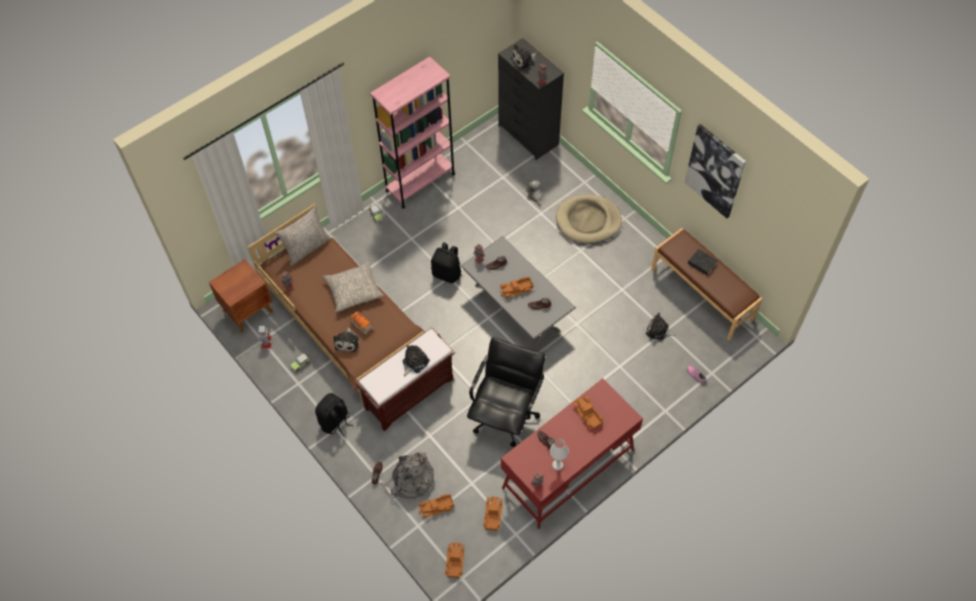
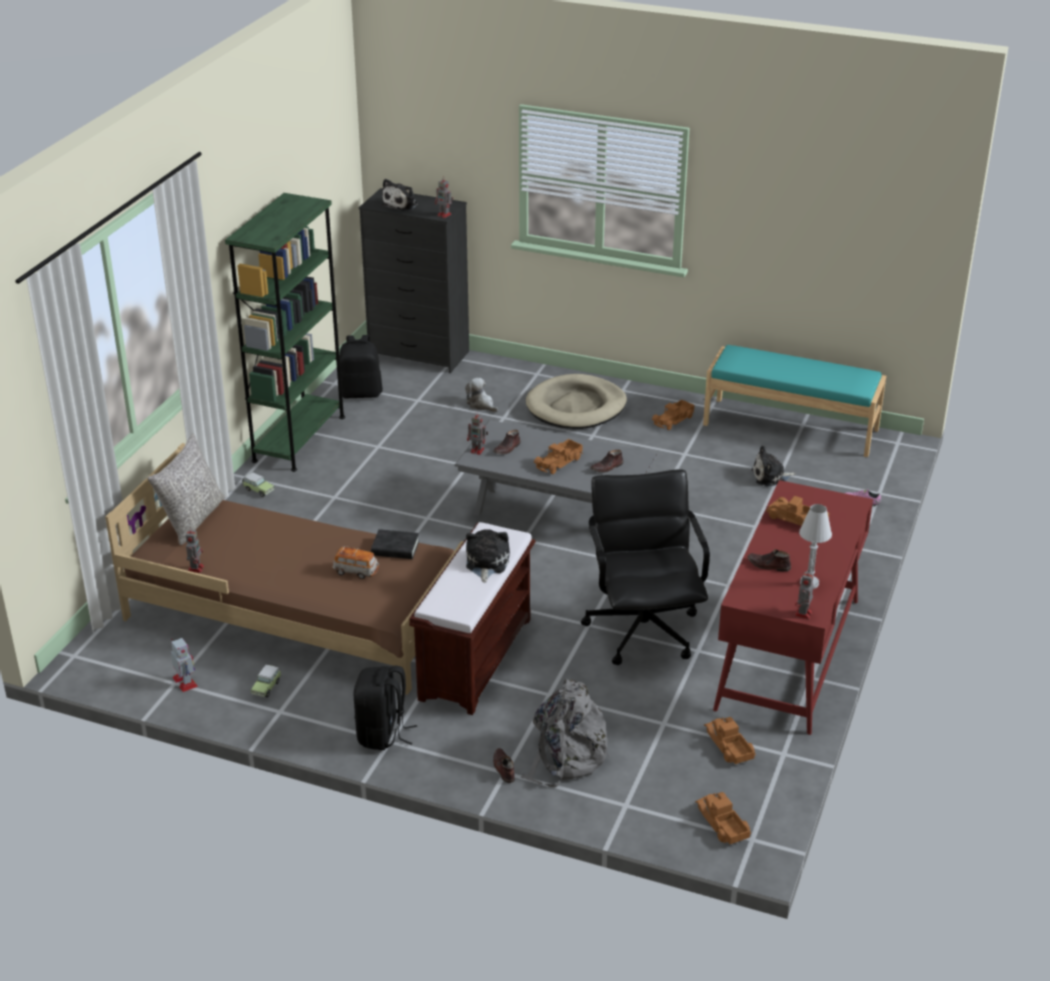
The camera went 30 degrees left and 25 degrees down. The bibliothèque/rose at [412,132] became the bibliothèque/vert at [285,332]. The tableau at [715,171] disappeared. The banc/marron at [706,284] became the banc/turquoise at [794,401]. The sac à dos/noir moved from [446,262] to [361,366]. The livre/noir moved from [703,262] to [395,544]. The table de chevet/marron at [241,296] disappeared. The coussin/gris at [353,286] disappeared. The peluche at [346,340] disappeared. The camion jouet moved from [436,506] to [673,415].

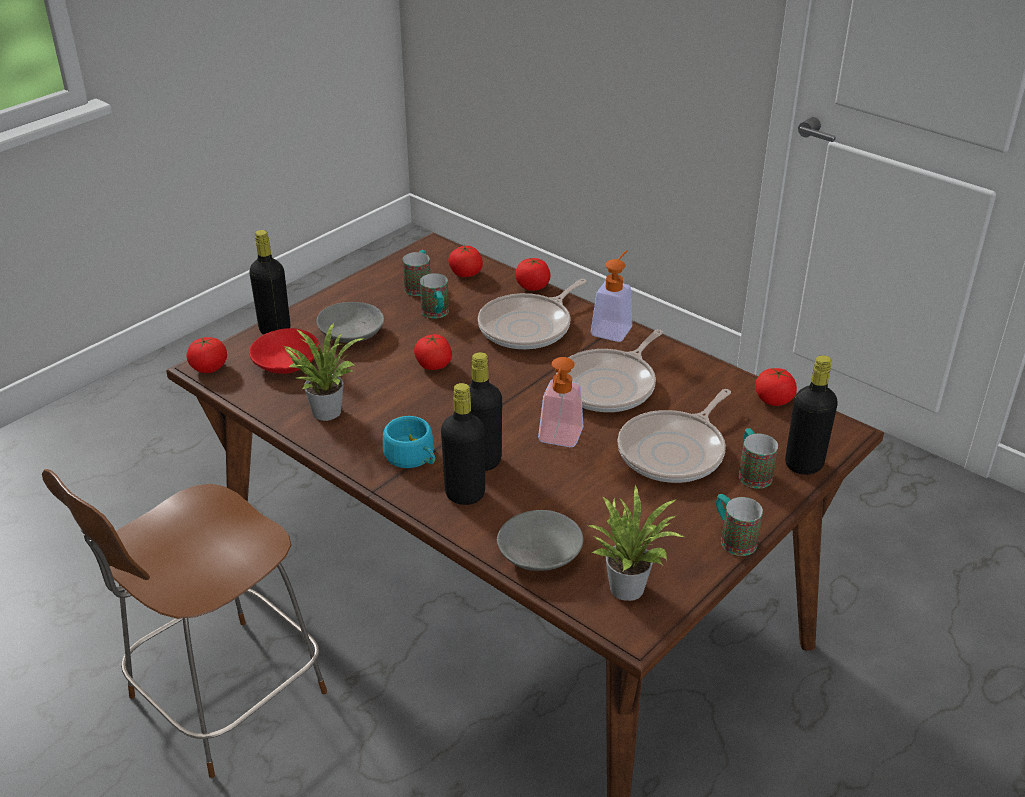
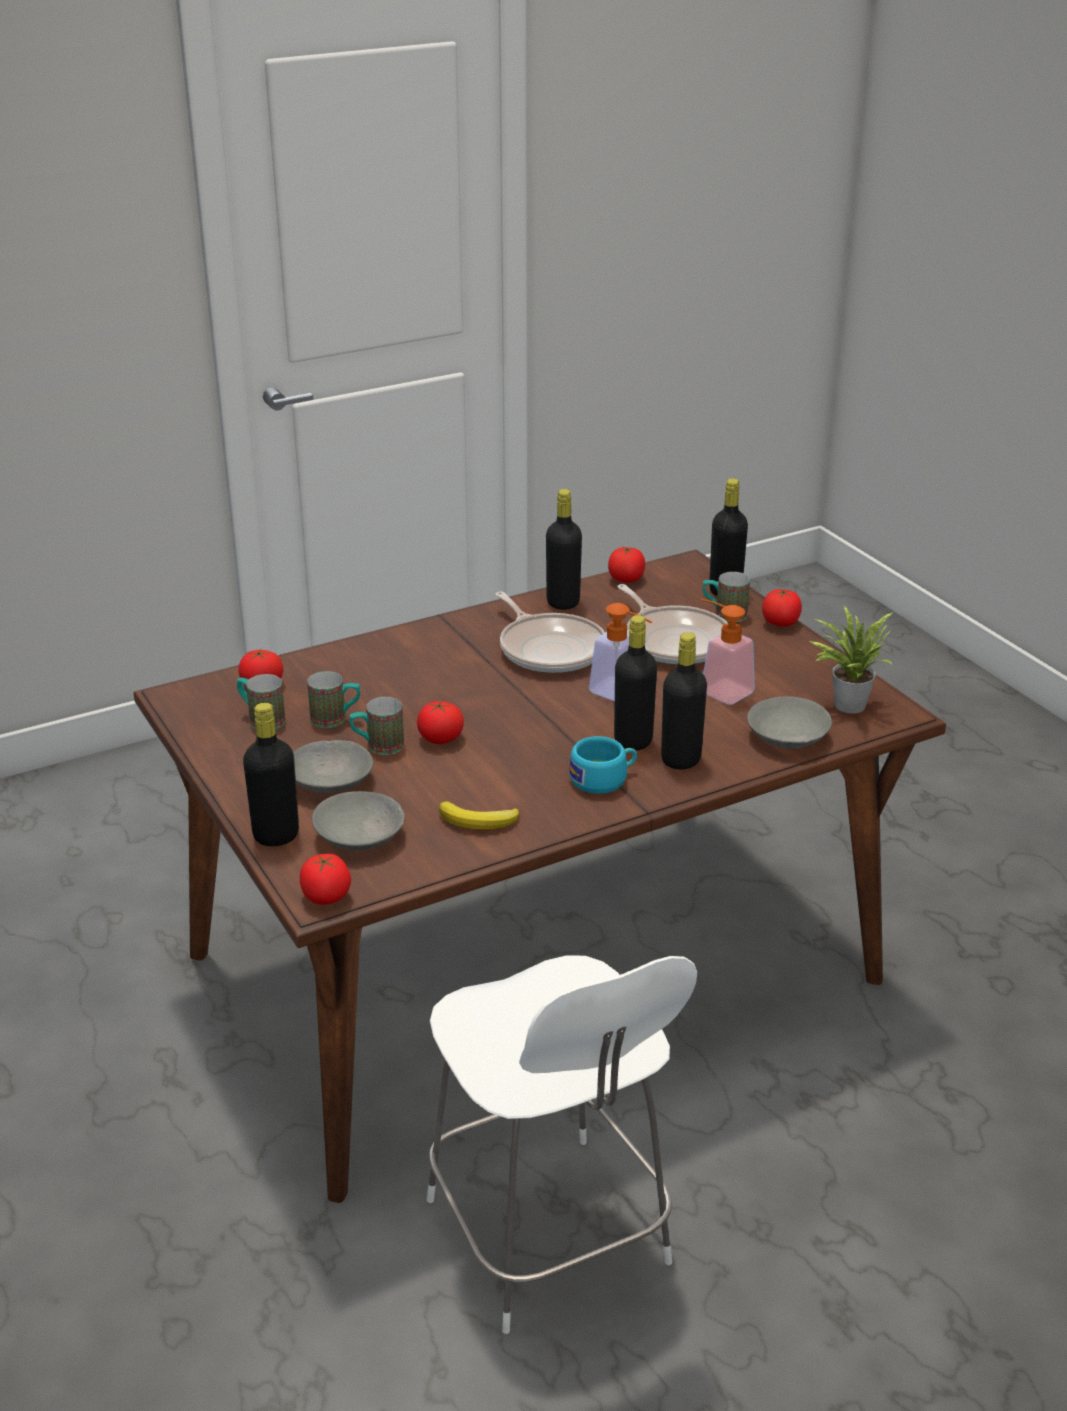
The camera went 70 degrees left and 5 degrees down. The distributeur de savon moved from [611,296] to [728,652]. The tomate moved from [532,274] to [782,607]. The poêle at [532,314] disappeared. The plante en pot at [323,371] was replaced by the banane at [479,815]. The bol/rouge at [284,351] became the bol/gris at [358,820]. The chaise/marron at [184,623] became the chaise/blanc at [562,1144]. The mug moved from [739,525] to [377,726]. The bouteille/noir at [564,549] appeared.

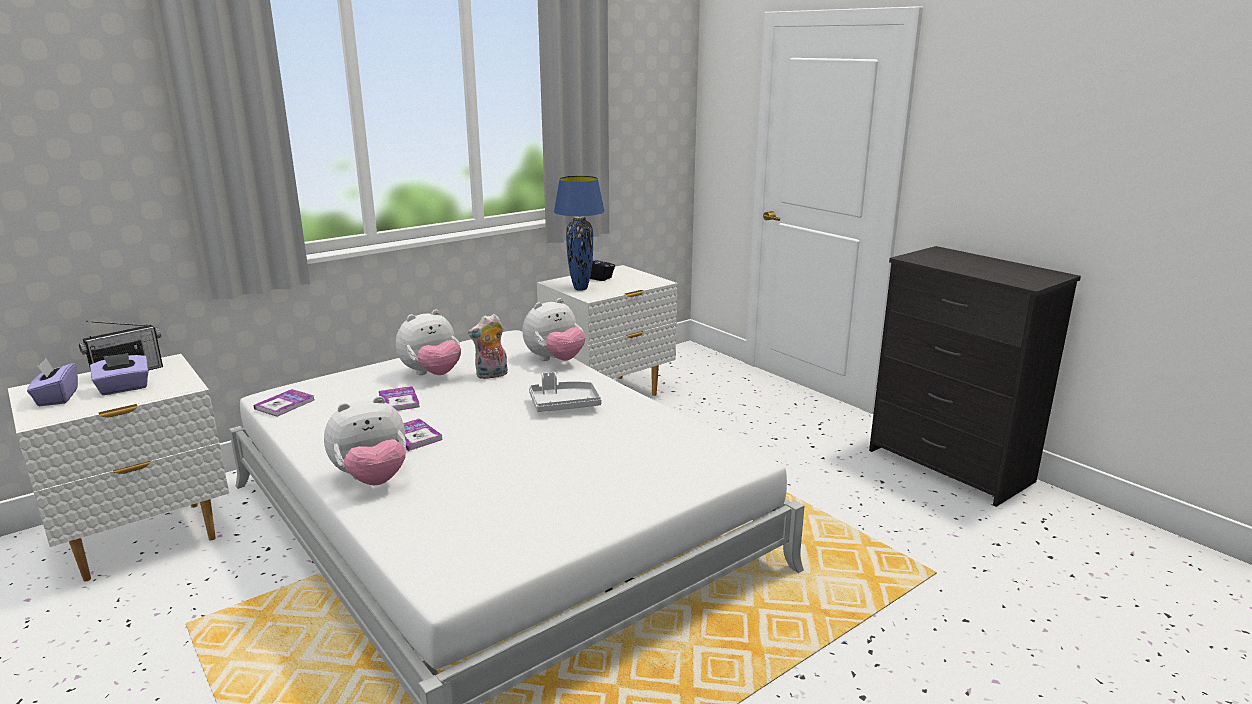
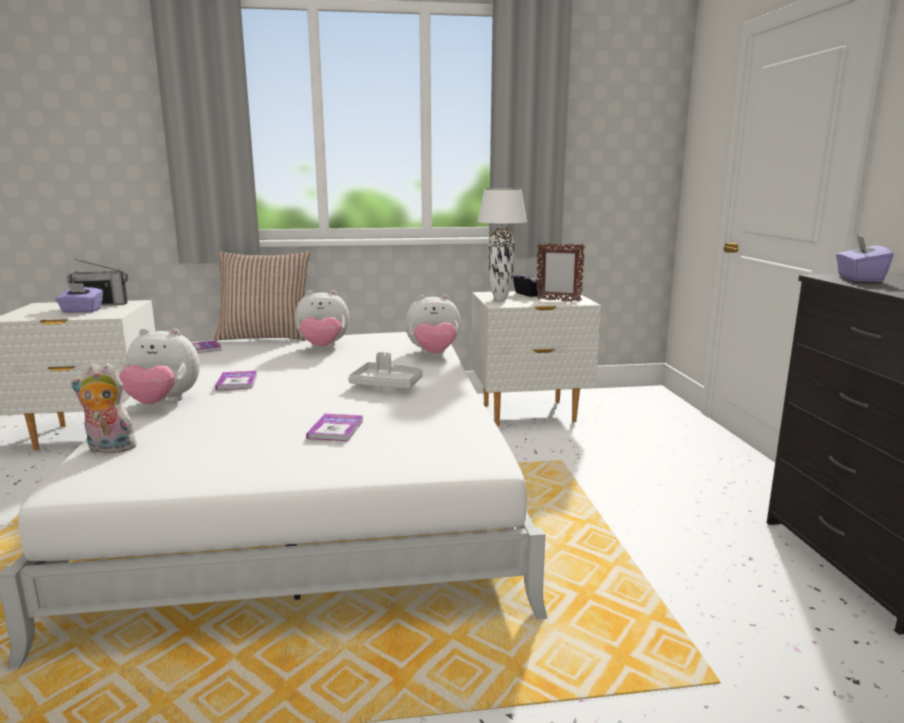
The camera went 30 degrees right and 5 degrees down. The lampe de table/bleu at [579,233] became the lampe de table/blanc at [502,244]. The peluche moved from [488,346] to [105,408]. The boîte à mouchoirs/violet moved from [52,382] to [864,258]. The livre moved from [399,398] to [334,427]. The cadre photo at [561,272] appeared. The coussin at [262,296] appeared.

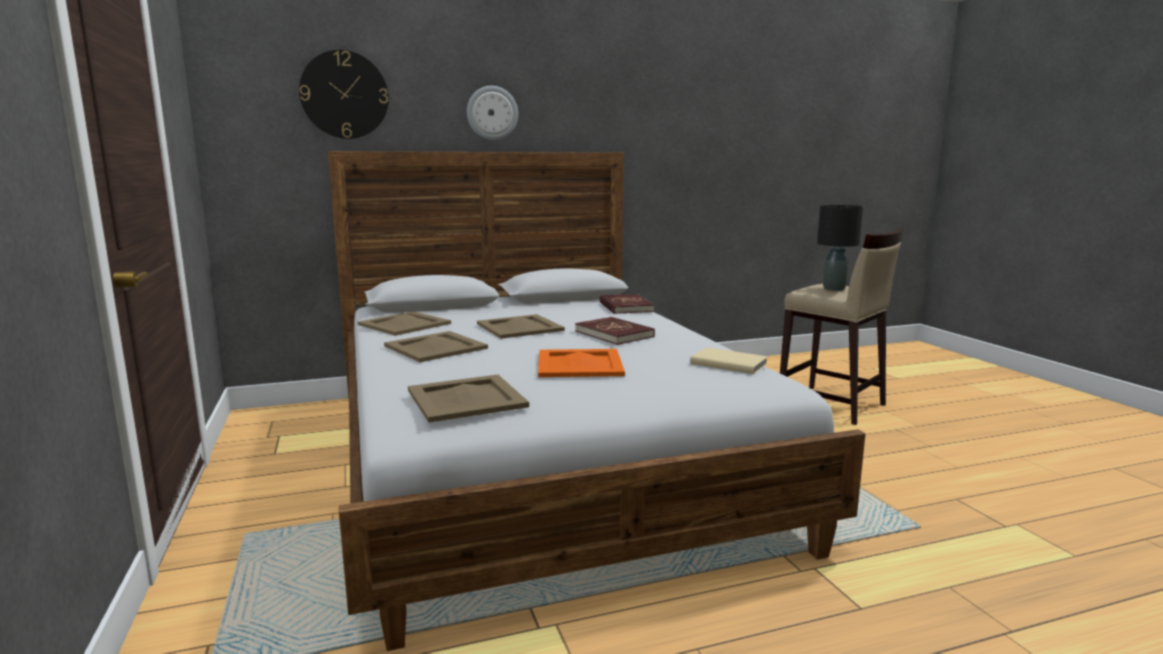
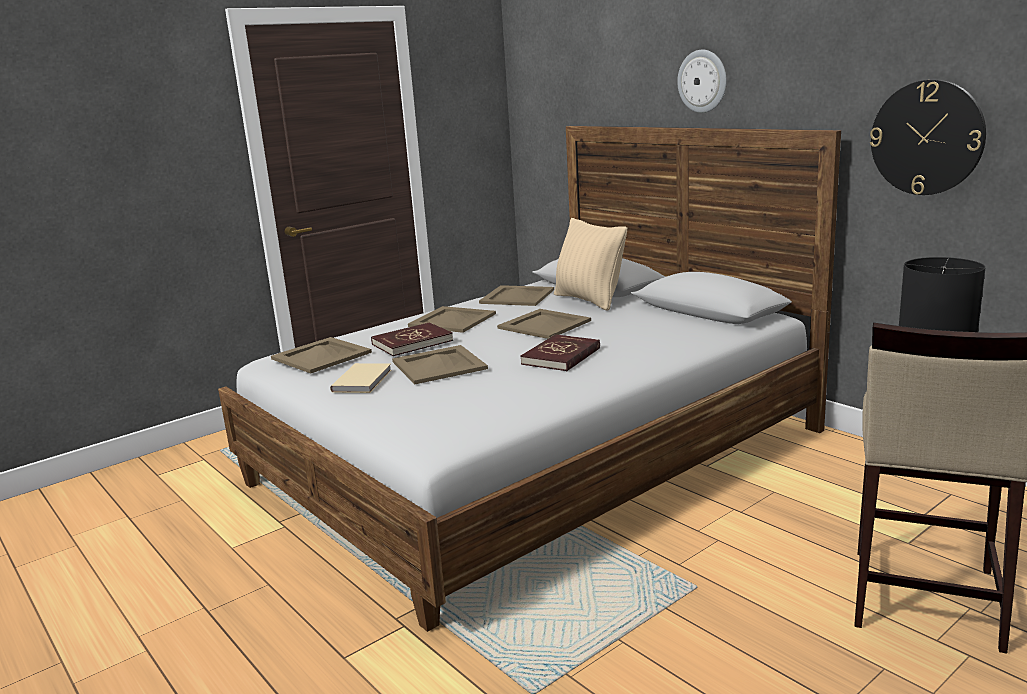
The camera went 70 degrees right and 5 degrees up. The horloge murale moved from [344,94] to [928,137]. The livre/rouge moved from [626,304] to [412,339]. The livre/beige moved from [729,360] to [361,378]. The plateau/orange at [581,363] became the plateau/beige at [440,364]. The coussin/beige at [590,264] appeared.

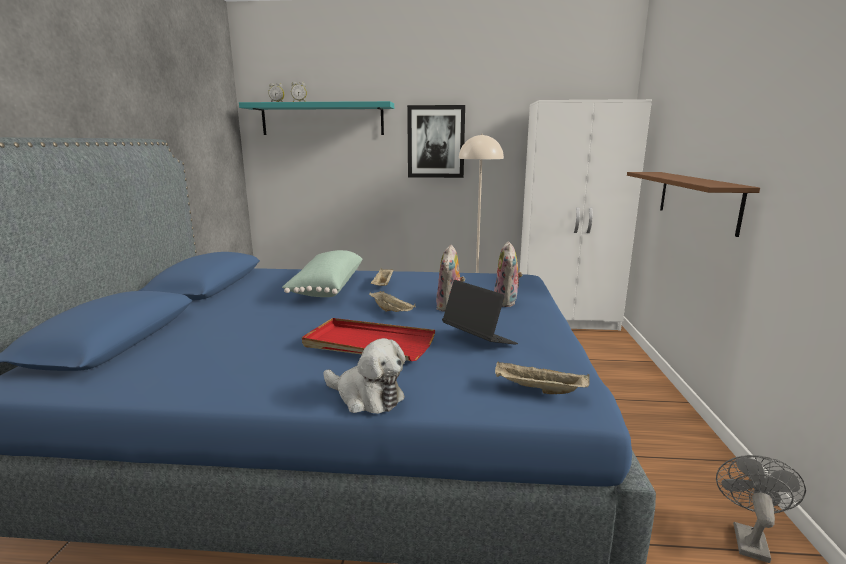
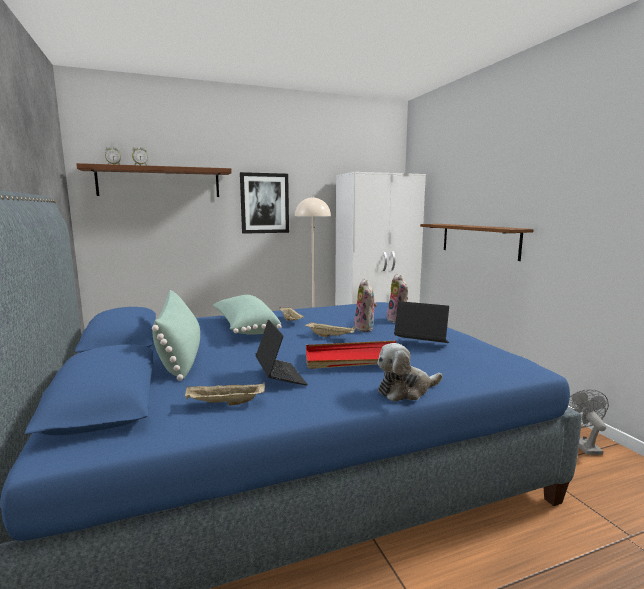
The camera went 25 degrees left and 5 degrees down. The étagère/turquoise at [316,118] became the étagère/marron at [154,180]. The peluche at [364,376] turned 150 degrees clockwise. The plateau/beige moved from [542,378] to [225,394]. The coussin/vert at [176,335] appeared. The ordinateur portable at [282,353] appeared.

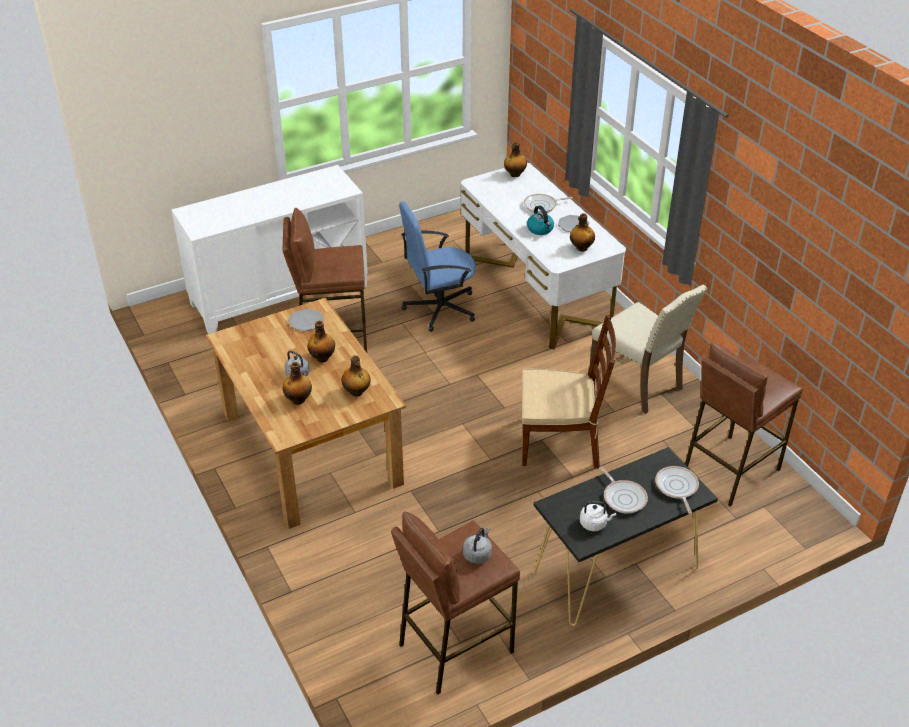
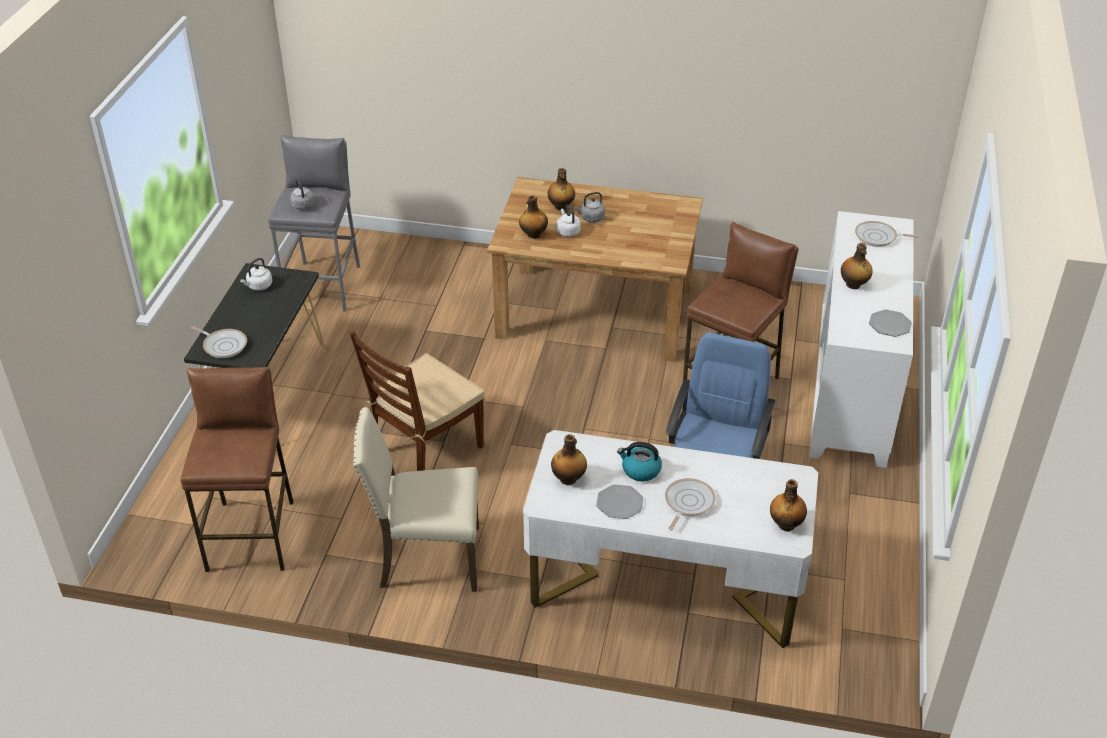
The camera went 130 degrees right and 0 degrees up. The assiette moved from [306,320] to [890,323]. The bouteille moved from [321,341] to [857,266]. The poêle moved from [624,490] to [887,234]. The tabouret/marron at [455,603] became the tabouret/gris at [314,223]. The bouilloire/blanc at [568,221] appeared.

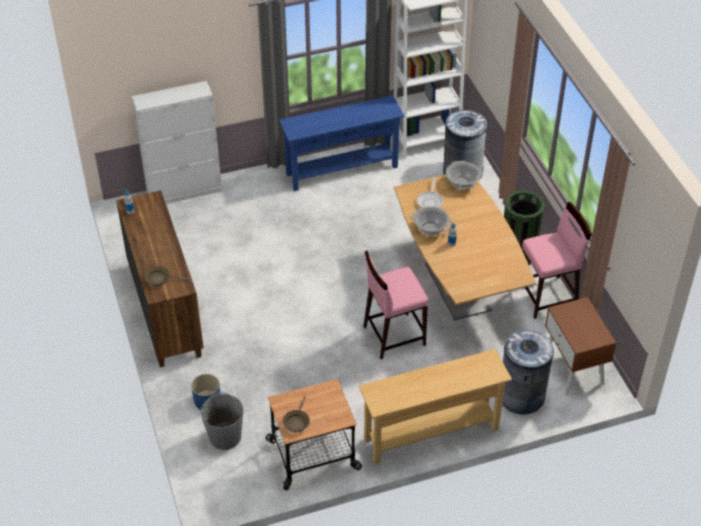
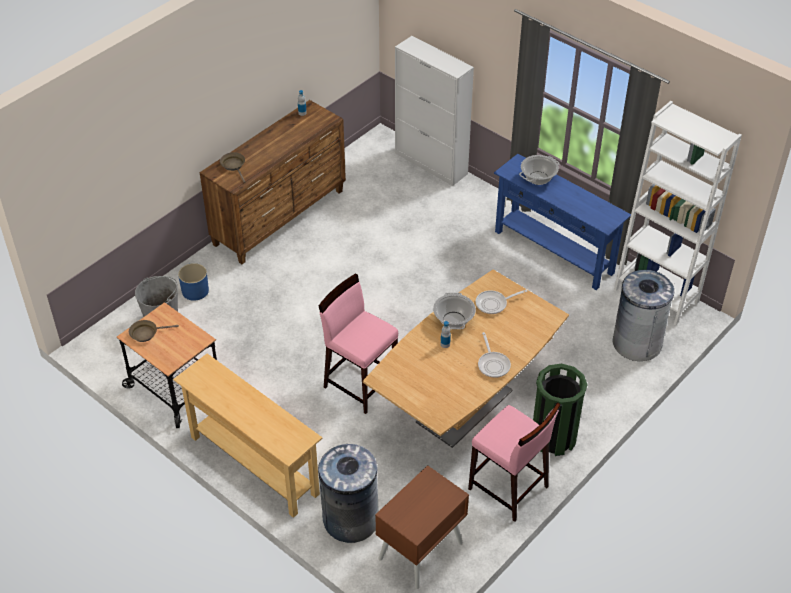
The camera went 60 degrees right and 0 degrees up. The marmite moved from [463,175] to [539,170]. The poêle at [494,355] appeared.

